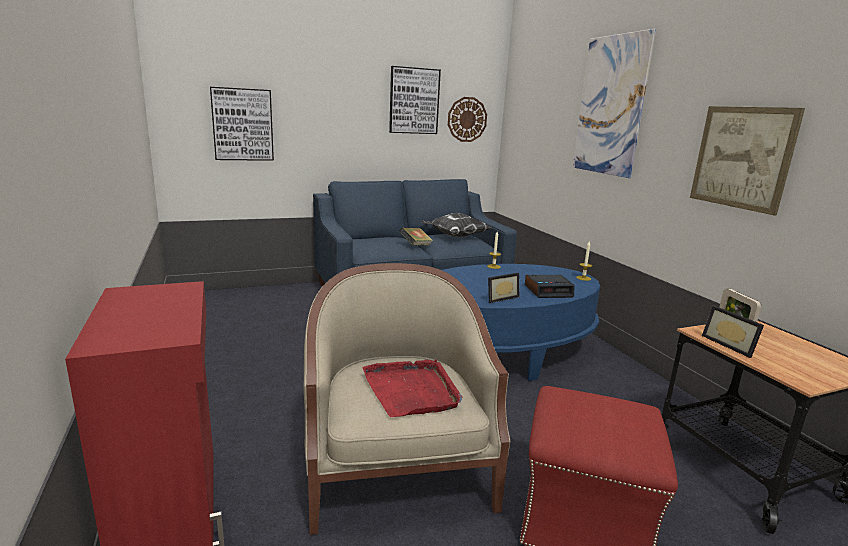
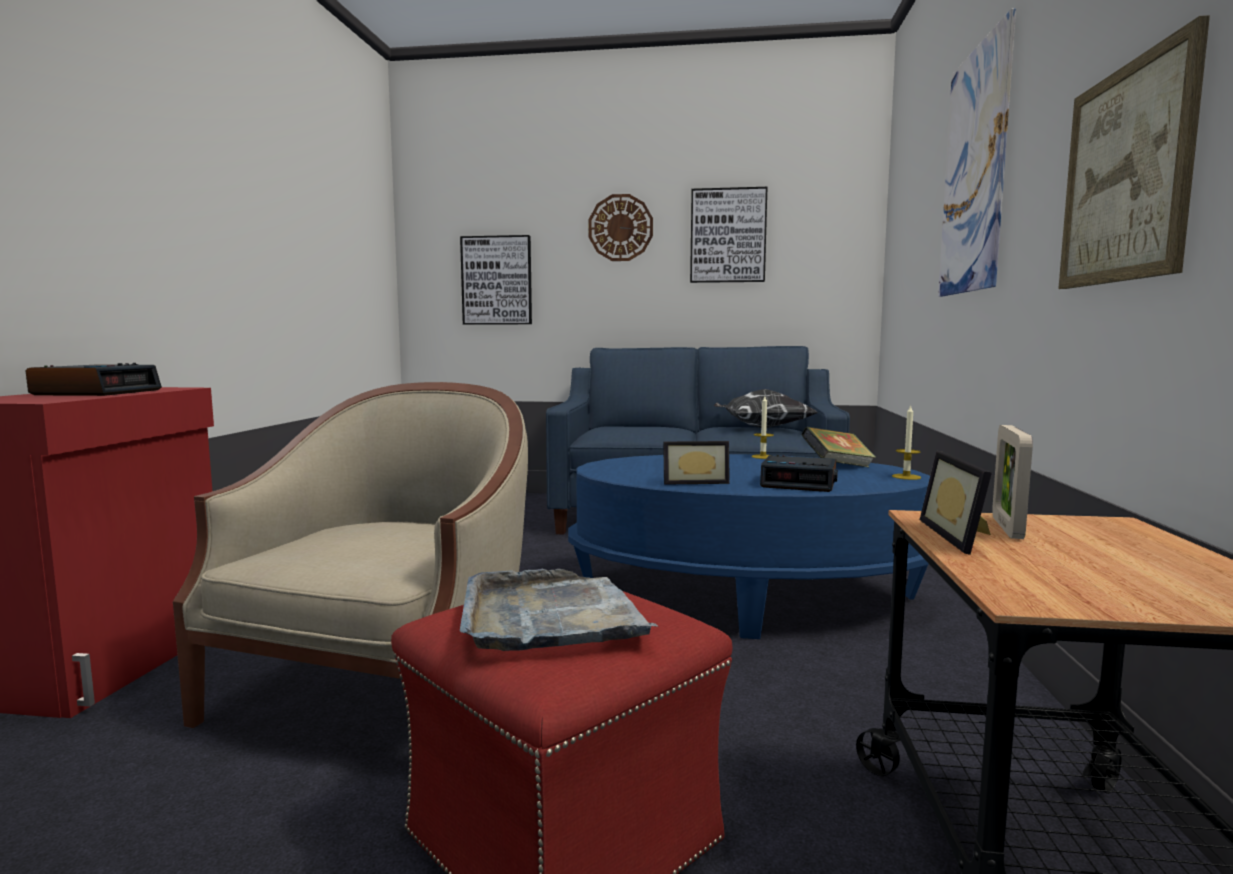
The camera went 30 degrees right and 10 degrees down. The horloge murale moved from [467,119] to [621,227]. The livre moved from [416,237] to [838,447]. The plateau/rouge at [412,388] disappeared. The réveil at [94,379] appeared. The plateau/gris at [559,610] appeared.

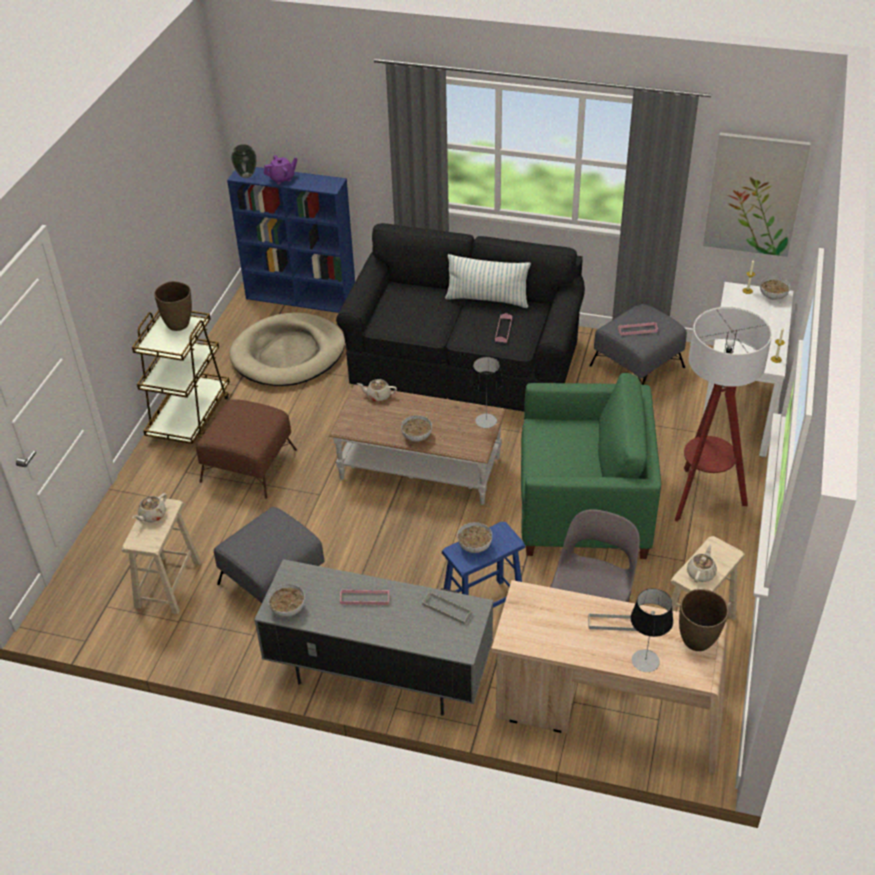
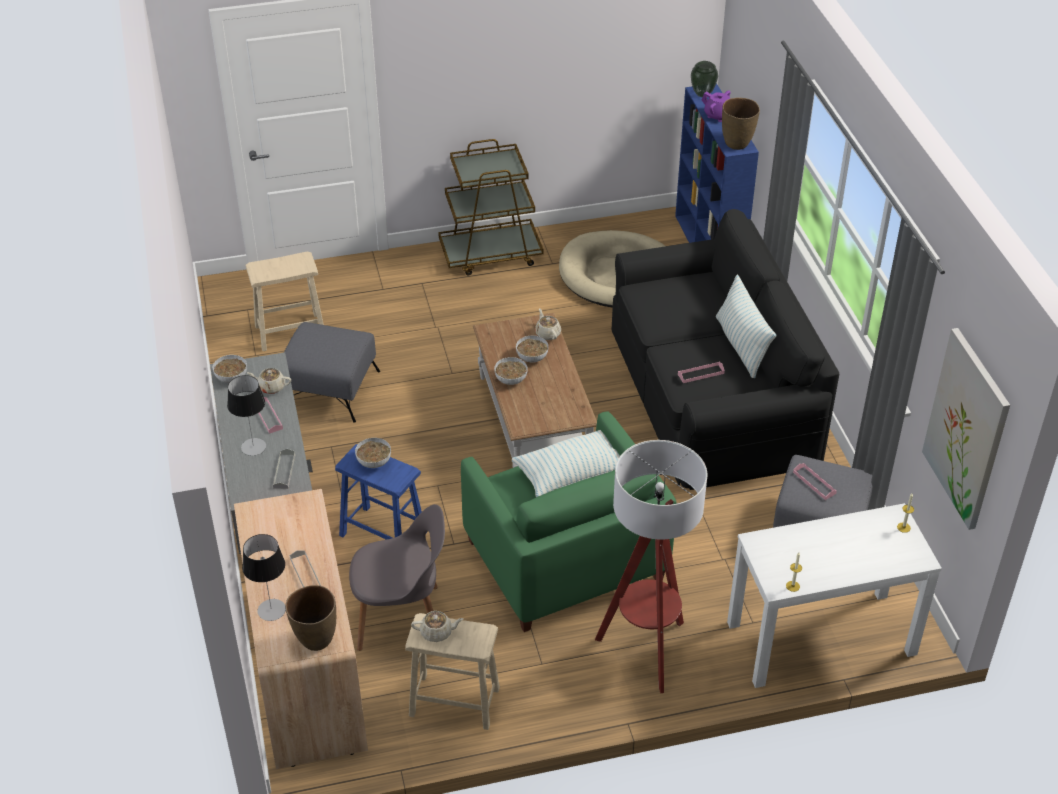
The camera went 60 degrees right and 0 degrees up. The bol moved from [775,288] to [532,348]. The vase/marron moved from [173,306] to [741,124]. The lampe de table moved from [486,392] to [246,415]. The pouf/marron at [246,449] disappeared. The théière/beige moved from [149,507] to [269,381]. The coussin at [566,463] appeared.

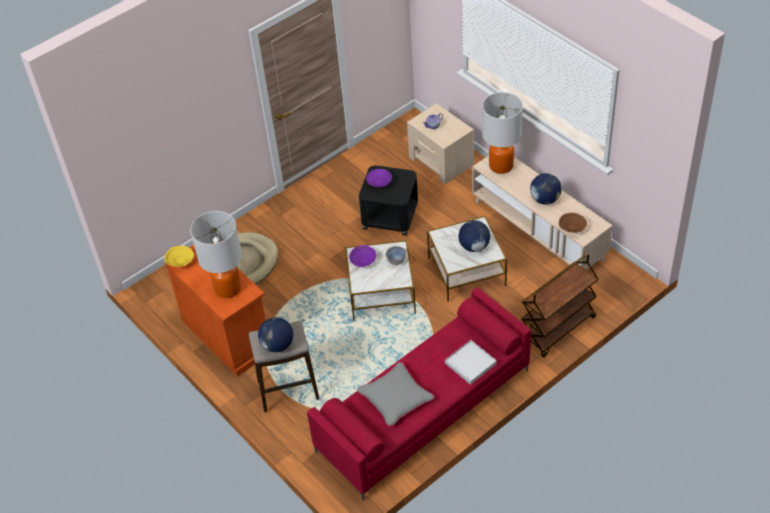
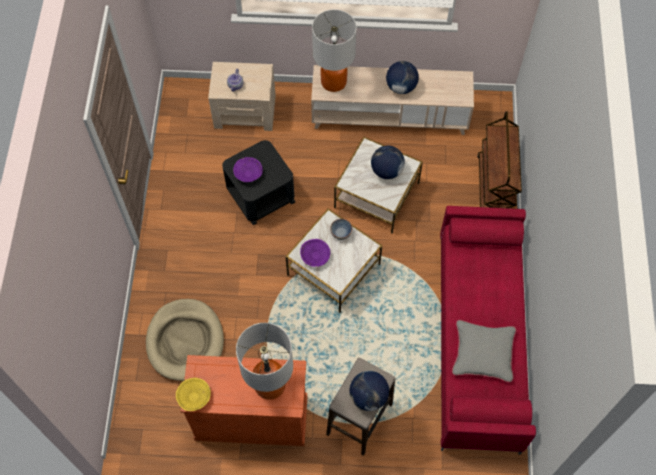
The camera went 50 degrees left and 15 degrees up. The bol/marron at [573,223] disappeared. The plateau/blanc at [471,362] disappeared.

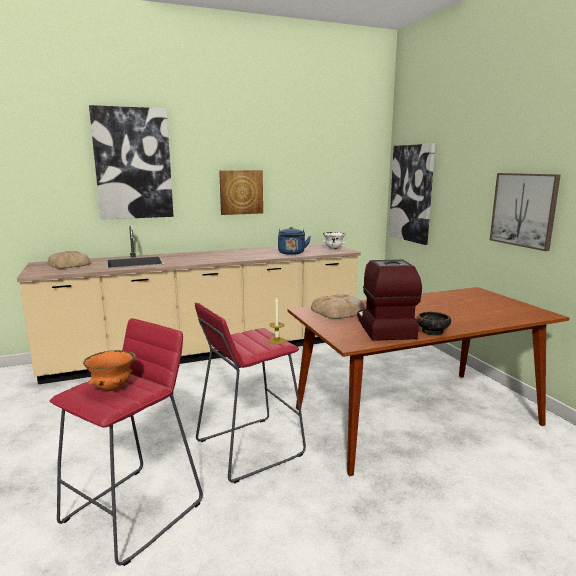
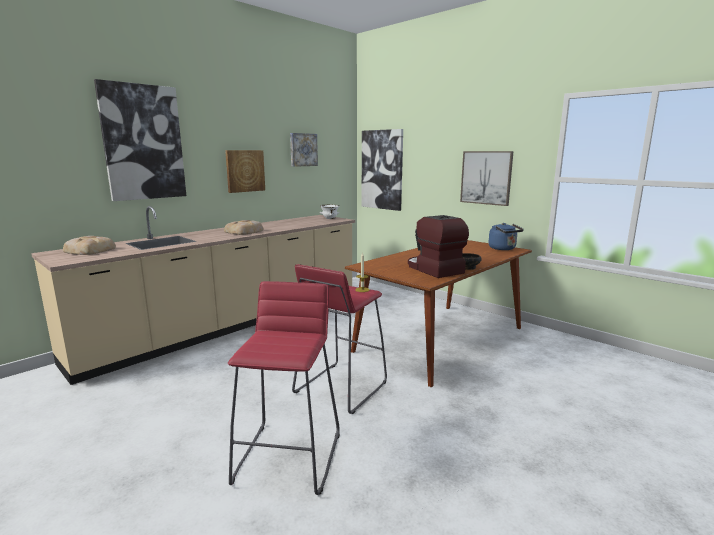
The camera went 25 degrees left and 0 degrees up. The bouilloire/bleu moved from [294,241] to [506,236]. The pain moved from [338,306] to [243,227]. The bol/orange at [109,370] disappeared. The tableau at [304,150] appeared.

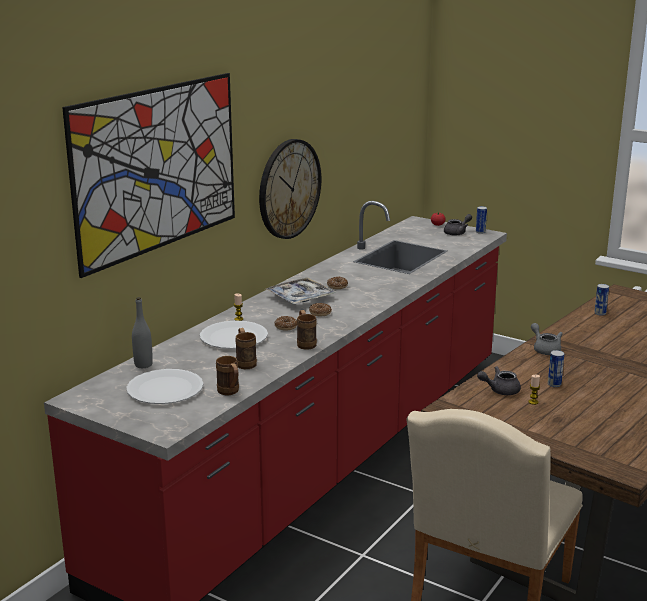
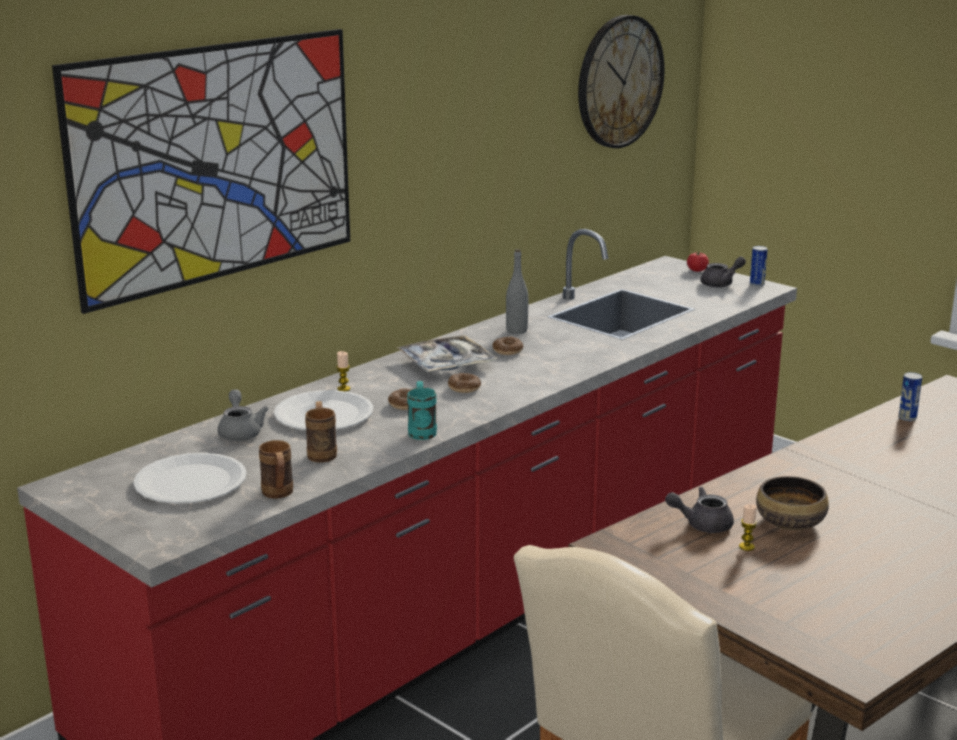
The camera went 10 degrees right and 0 degrees up. The horloge murale moved from [290,189] to [621,81]. The bouteille/gris moved from [142,332] to [517,291]. The mug/marron at [307,330] became the mug/turquoise at [422,410]. The théière/gris moved from [547,339] to [243,415]. The boîte métallique at [556,368] was replaced by the bol at [792,503].

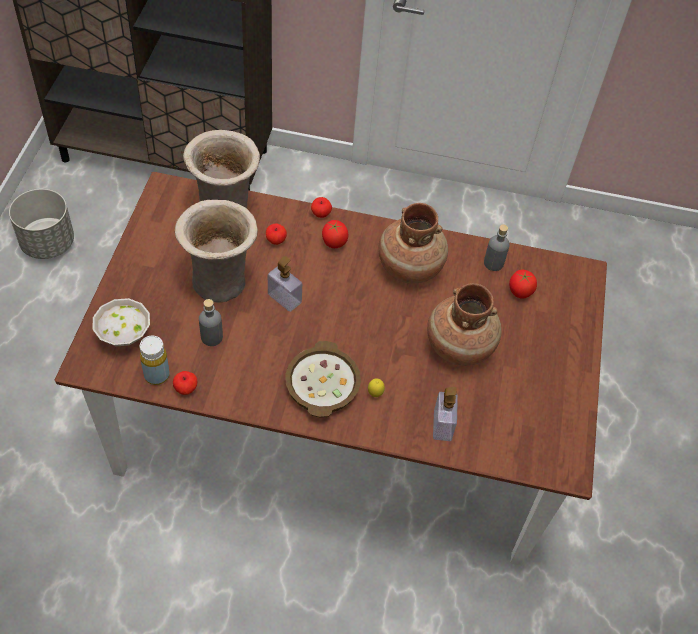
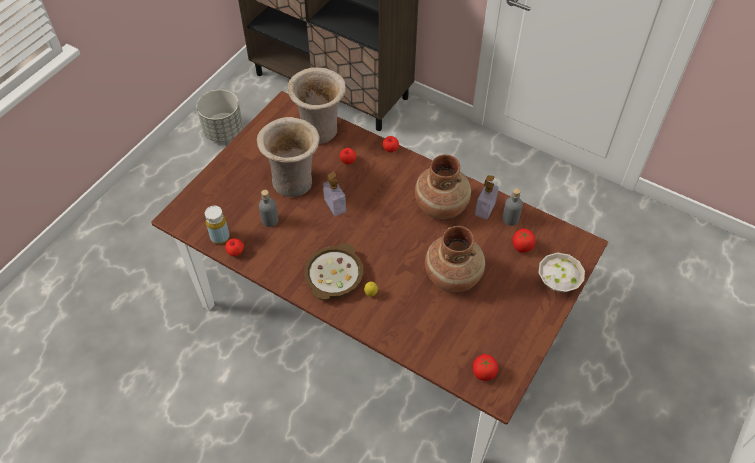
The camera went 25 degrees right and 0 degrees up. The tomate moved from [335,234] to [485,367]. The bol/blanc moved from [121,322] to [561,272]. The distributeur de savon moved from [445,414] to [487,197].

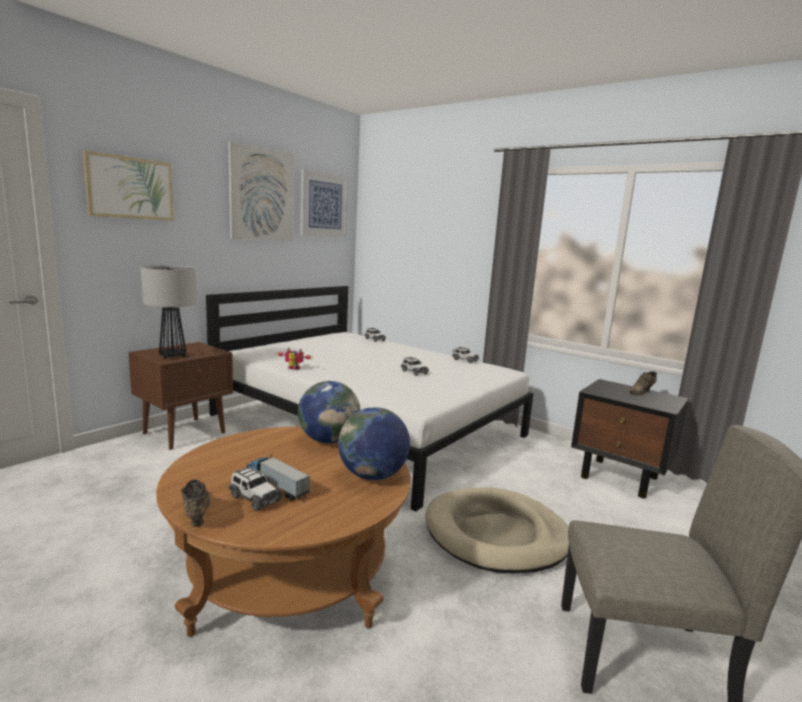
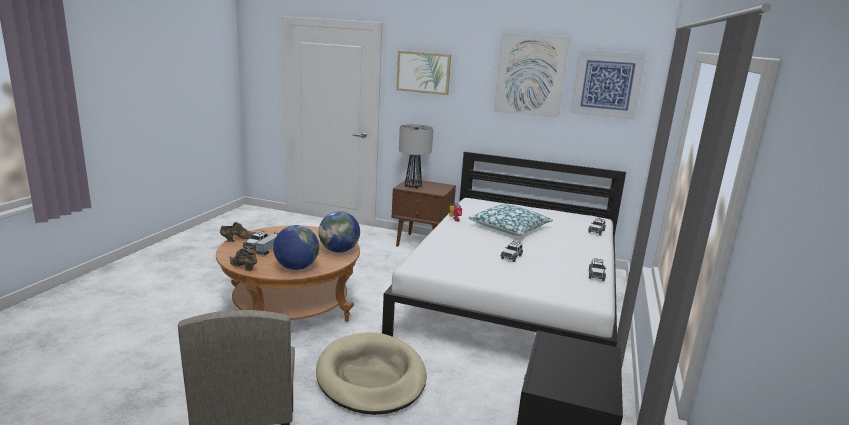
The camera went 70 degrees right and 5 degrees up. The chaussure/marron moved from [643,383] to [243,260]. The coussin at [510,220] appeared.

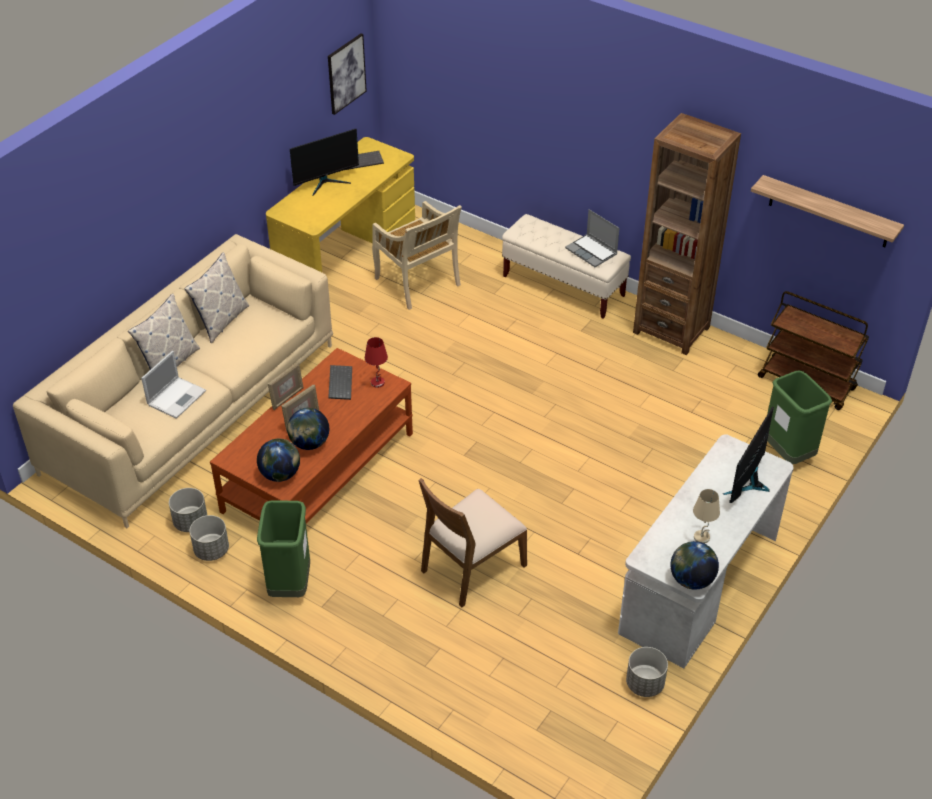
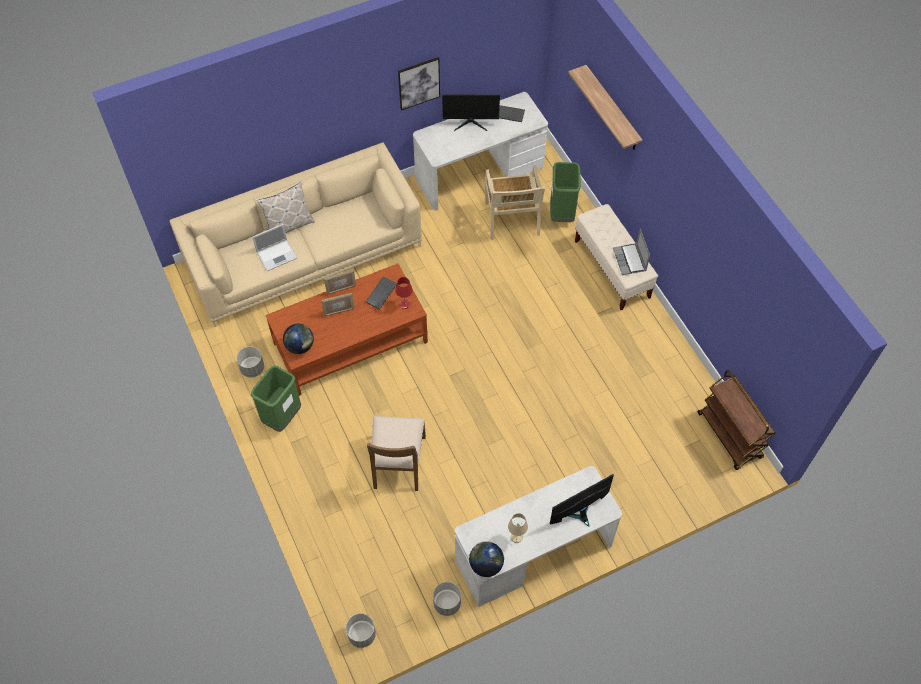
The camera went 30 degrees right and 15 degrees up. The tableau moved from [347,74] to [419,84]. The bibliothèque/marron at [687,234] disappeared. The bureau/jaune at [340,204] became the bureau/blanc at [480,151]. The étagère moved from [827,211] to [605,107]. The coussin at [216,297] disappeared. The poubelle/vert moved from [799,417] to [565,192]. The globe at [308,429] disappeared. The chaise/marron at [473,542] turned 75 degrees counterclockwise. The cache-pot/gris moved from [188,510] to [361,630].

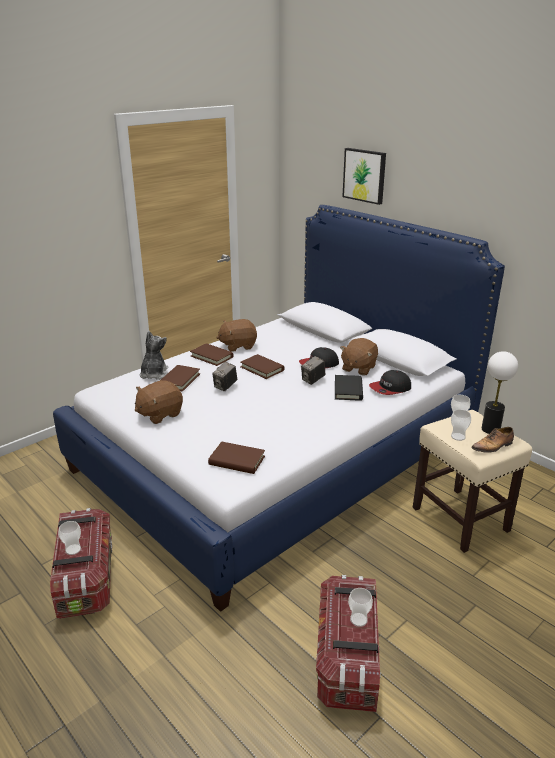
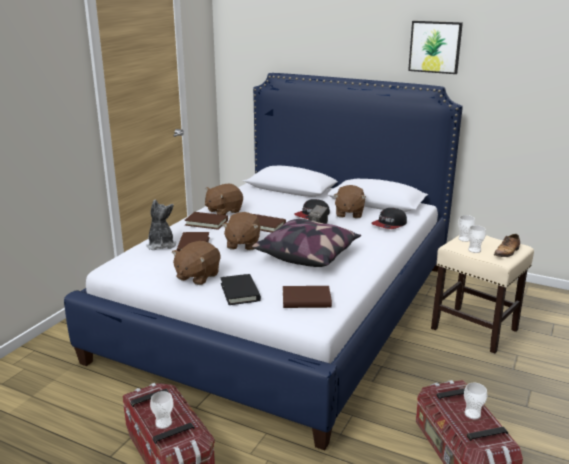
The camera went 20 degrees left and 5 degrees down. The tableau moved from [364,176] to [435,47]. The lampe de table at [500,392] disappeared. The appareil photo at [224,377] was replaced by the peluche/marron at [241,231]. The livre/noir moved from [349,387] to [240,289]. The coussin at [306,243] appeared.

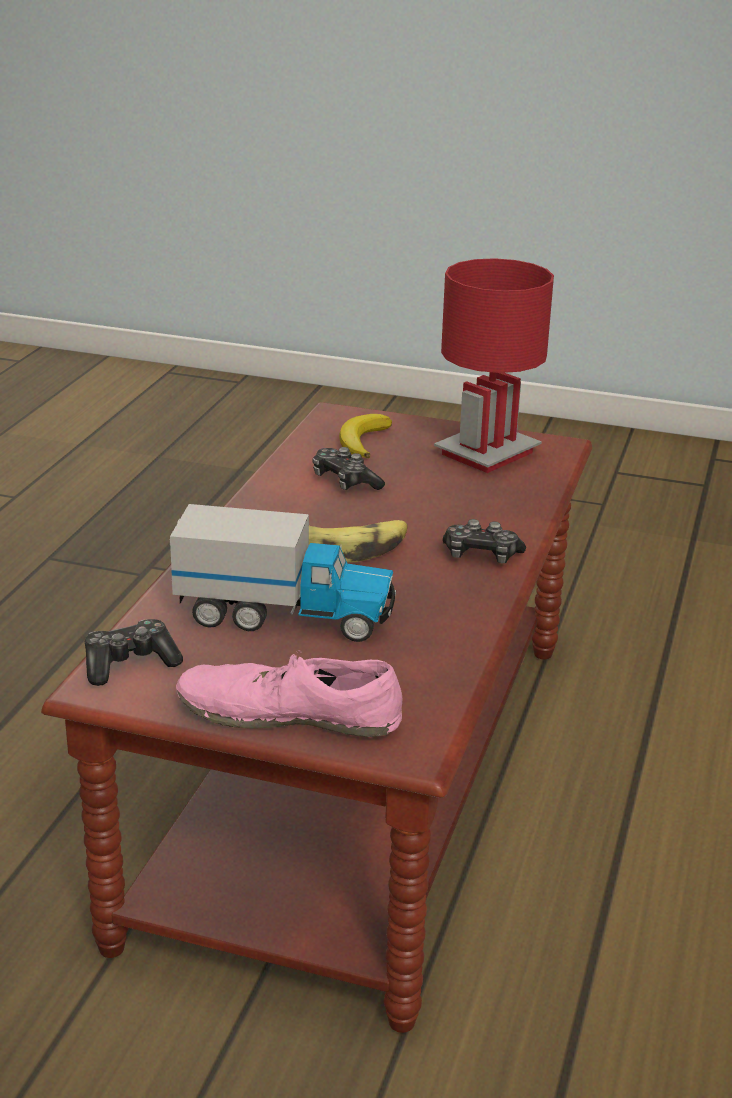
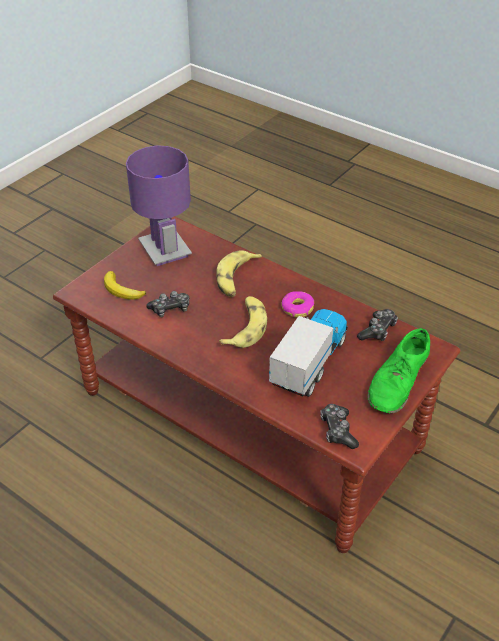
The camera went 70 degrees left and 15 degrees up. The lampe de table/rouge at [494,365] became the lampe de table/violet at [159,205]. The manette moved from [484,541] to [377,325]. The chaussure/rose at [289,693] became the chaussure/vert at [399,370]. The banane at [239,273] appeared. The beignet at [298,304] appeared.

